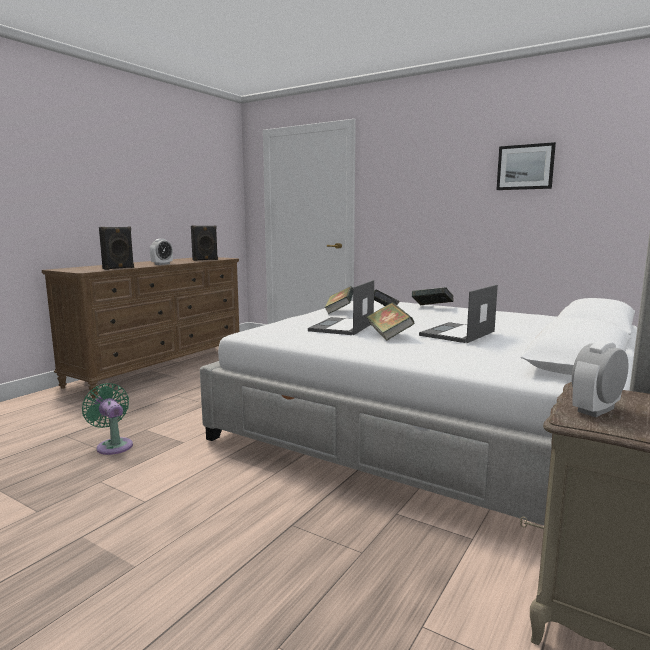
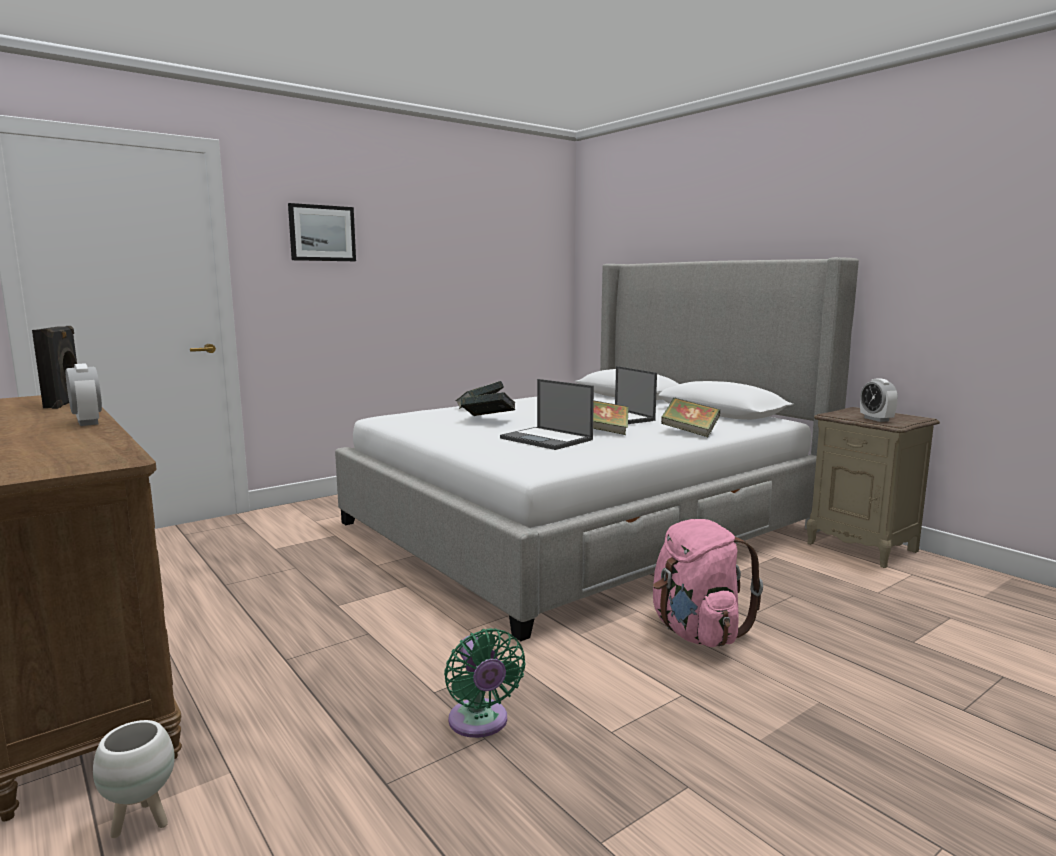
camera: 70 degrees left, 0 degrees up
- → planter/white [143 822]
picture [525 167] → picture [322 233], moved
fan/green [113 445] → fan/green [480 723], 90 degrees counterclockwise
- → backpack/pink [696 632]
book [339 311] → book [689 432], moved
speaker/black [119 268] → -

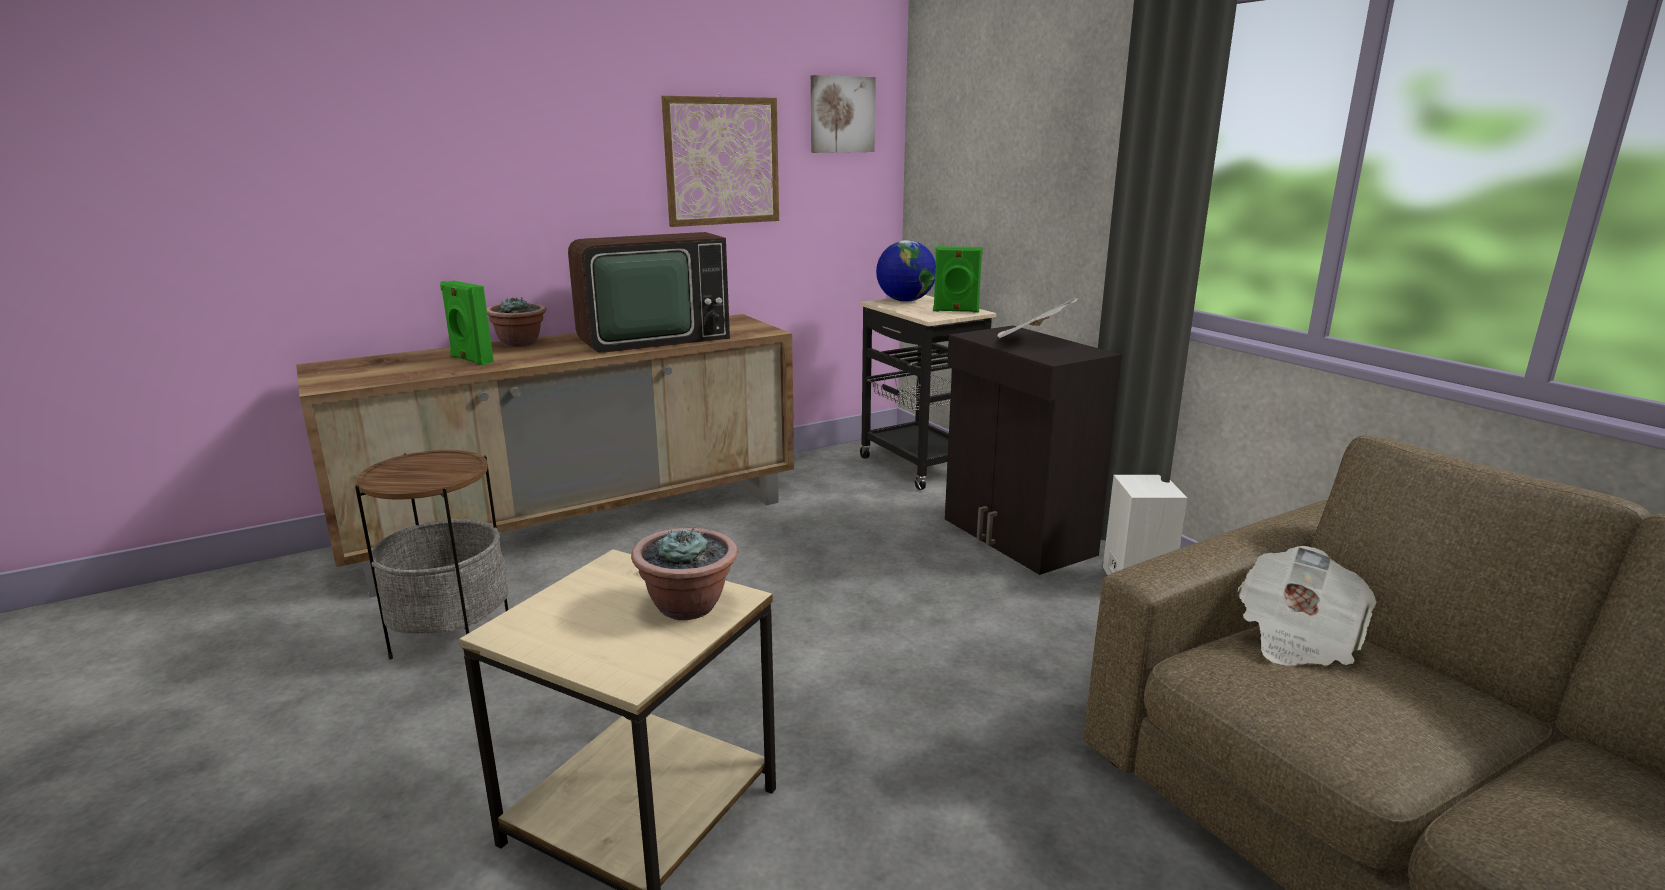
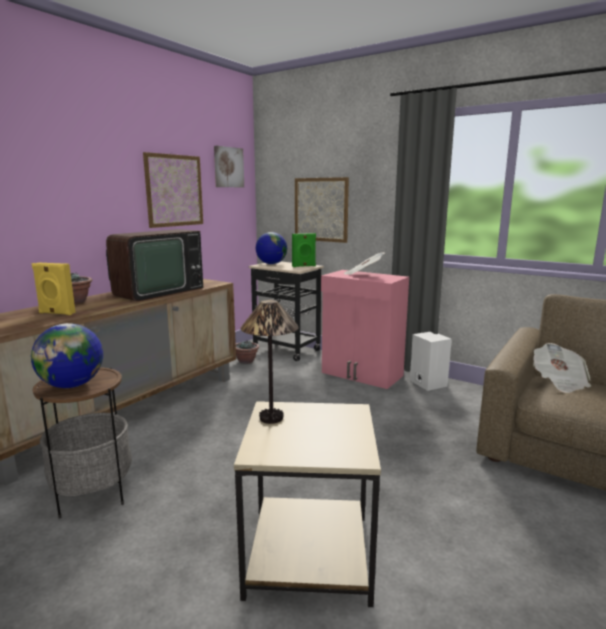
camera: 25 degrees left, 5 degrees down
- → globe [72 385]
speaker/green [470 360] → speaker/yellow [56 313]
potted plant [688 606] → potted plant [246 361], moved
- → table lamp [270 418]
- → picture [321 209]
cabinet/black [1017 537] → cabinet/pink [362 374]

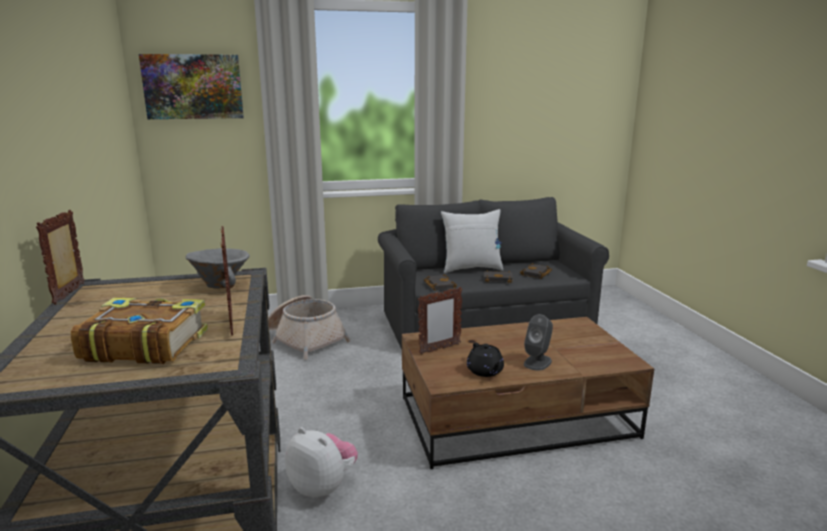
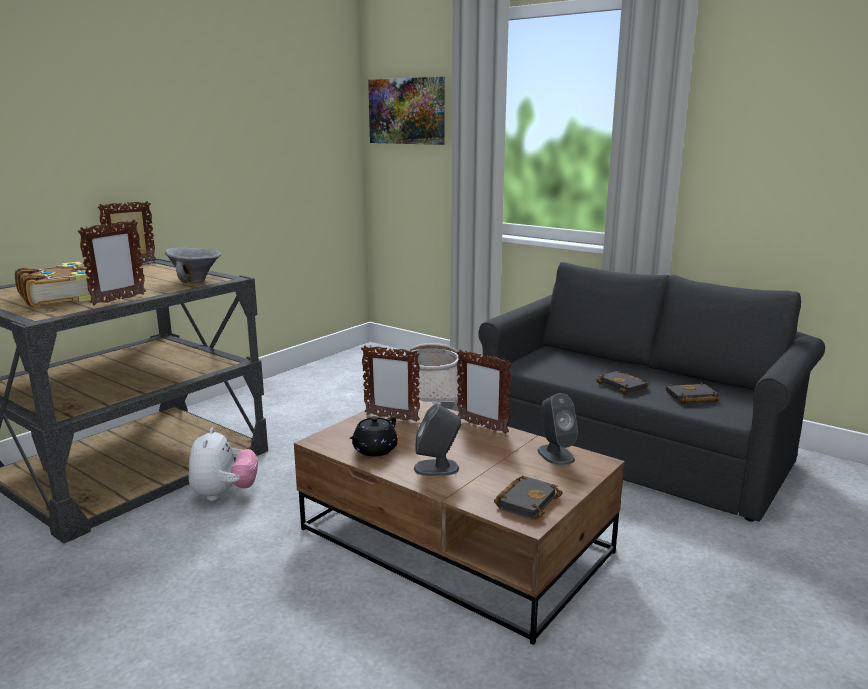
camera: 50 degrees right, 0 degrees up
- → picture frame [482 426]
book/black [438 285] → book/black [526 501], moved
- → speaker/grey [555 454]
pillow/grey [471 269] → -

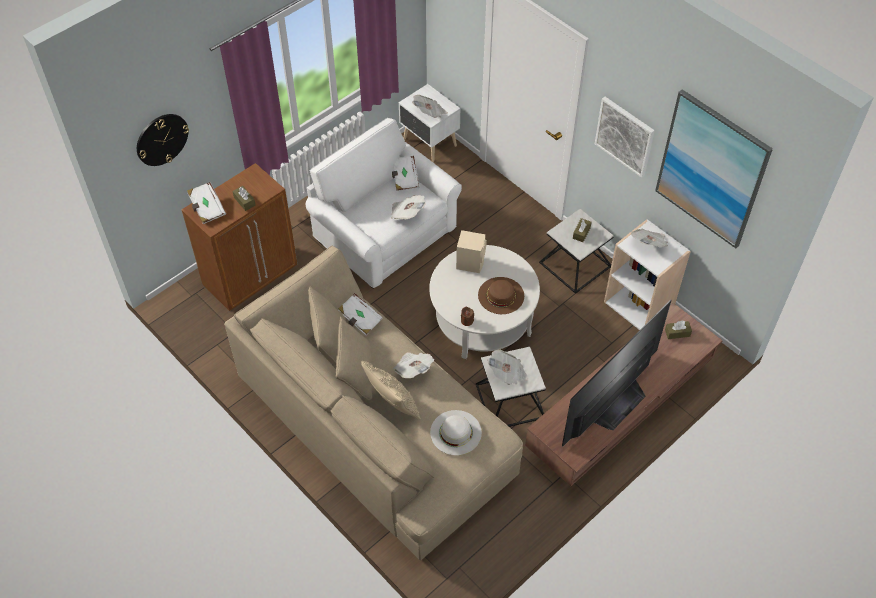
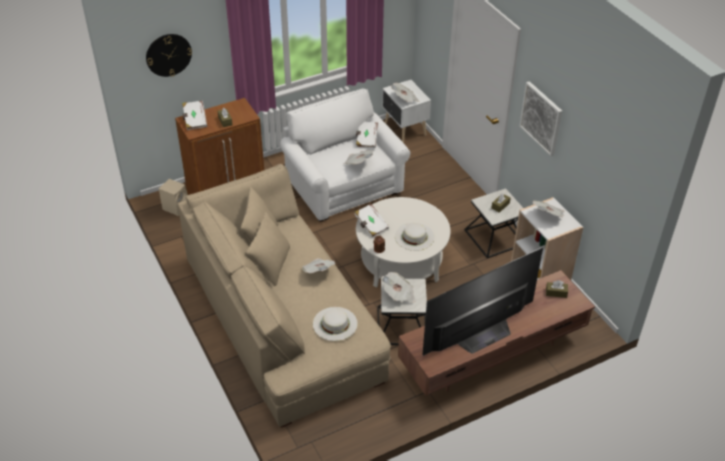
camera: 15 degrees right, 10 degrees down
speaker/beige [470 262] → speaker/beige [176 207], moved
book/white [360 319] → book/white [370 225], moved
hat/brown [501 295] → hat/white [414 236]
pillow/beige [393 405] → -
picture [711 169] → -

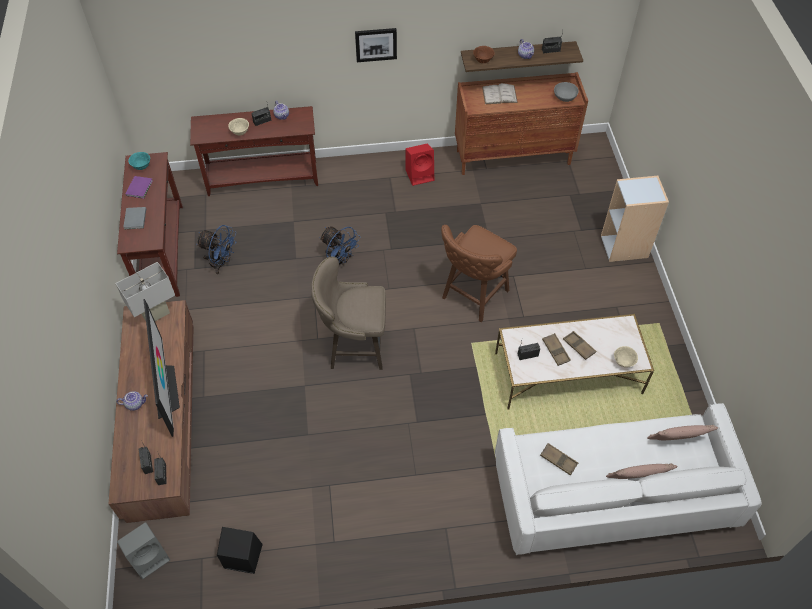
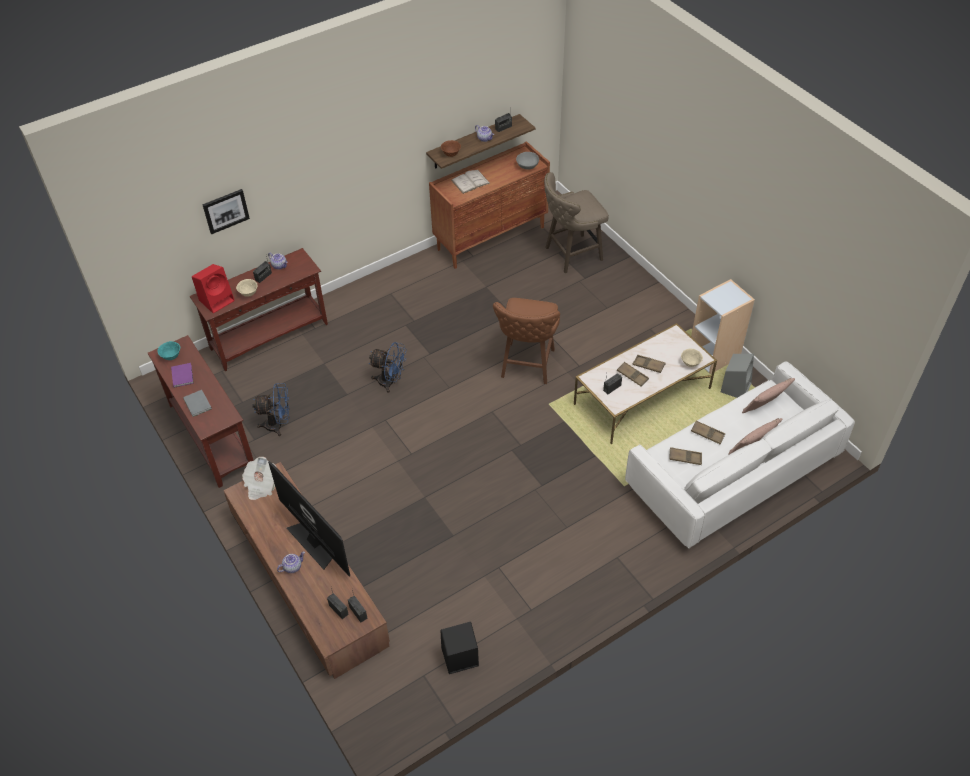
camera: 25 degrees left, 5 degrees down
speaker/red [420 175] → speaker/red [217 300], moved
picture [376 44] → picture [225 210], moved
table lamp/white [156 315] → newspaper [261 485]
stool/beige [354 347] → stool/beige [571 254], moved
bookcase [625 247] → bookcase [714 355], moved
- → tray/brown [707 434]
speaker/grey [150 556] → speaker/grey [735 387], moved

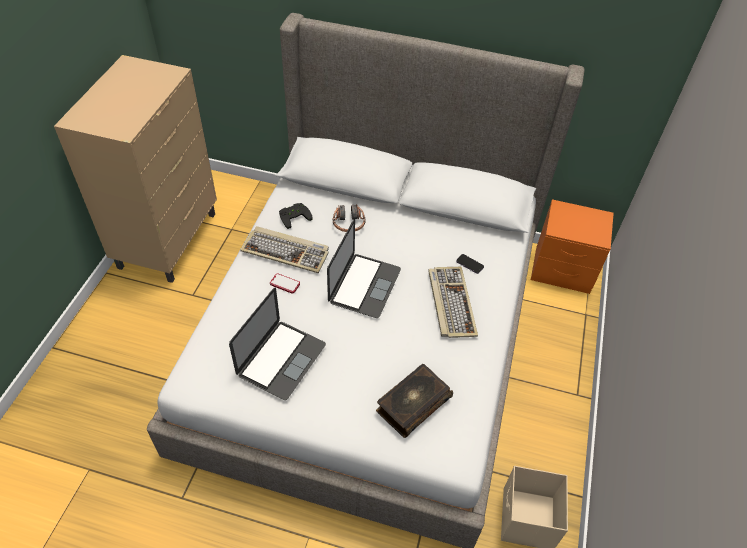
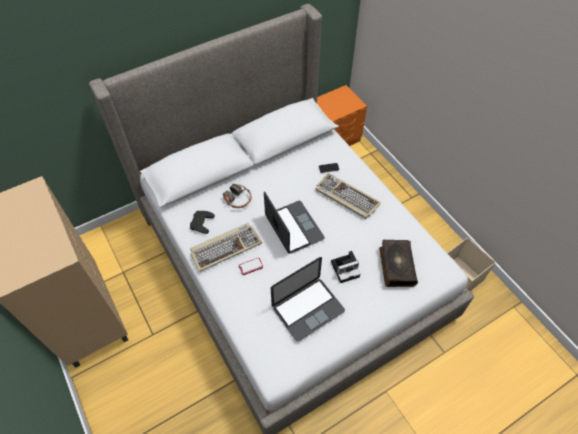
camera: 45 degrees left, 5 degrees up
laptop [281 359] → laptop [308 308], 75 degrees clockwise
- → photo camera [346 268]

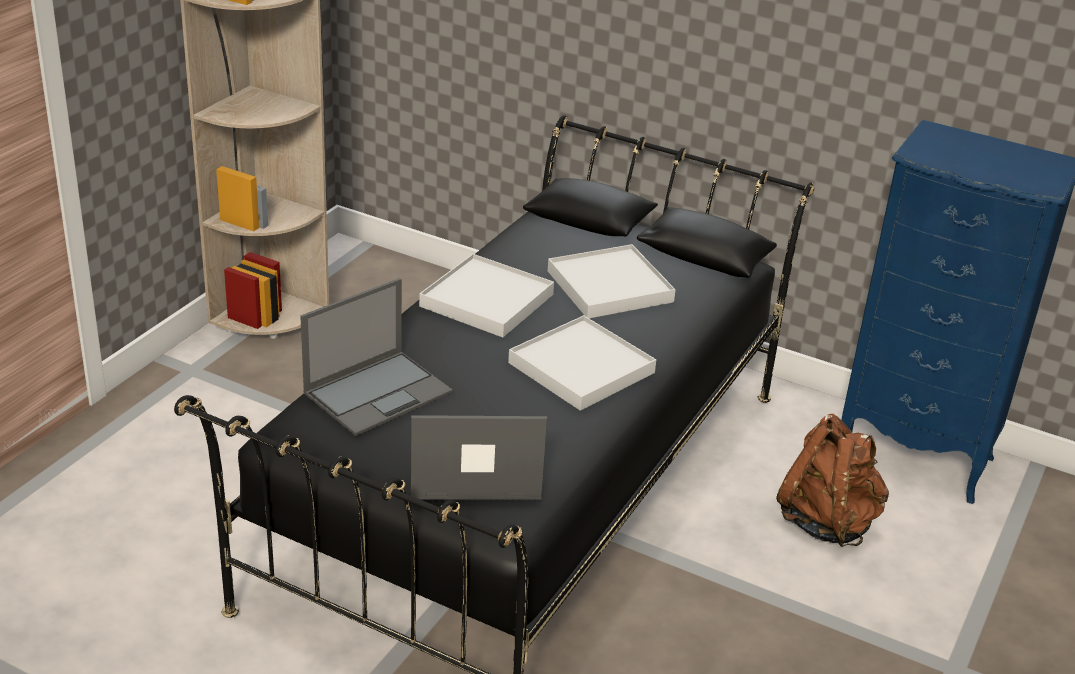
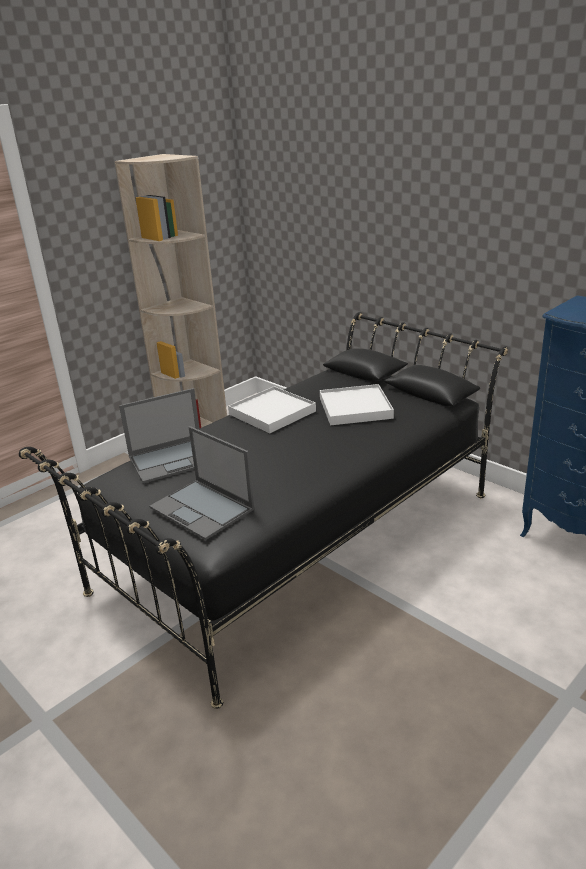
camera: 20 degrees right, 5 degrees down
laptop [473 470] → laptop [203 509], 150 degrees counterclockwise
tray/white [581 368] → -
backpack/brown [827 522] → -

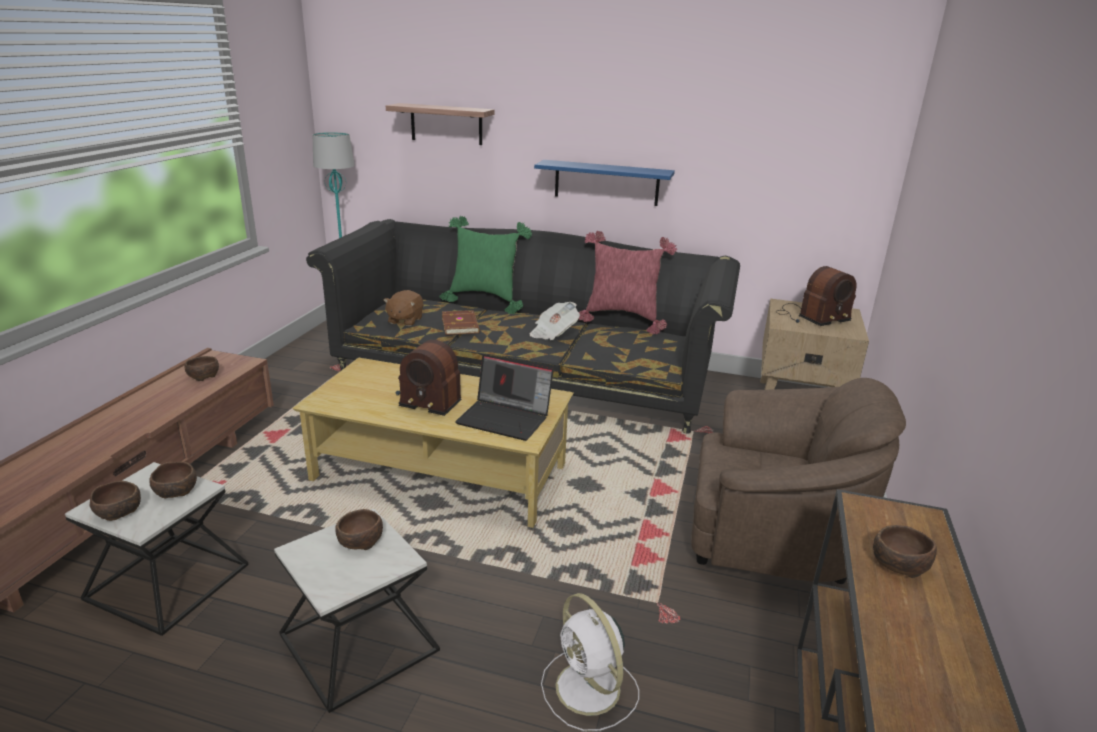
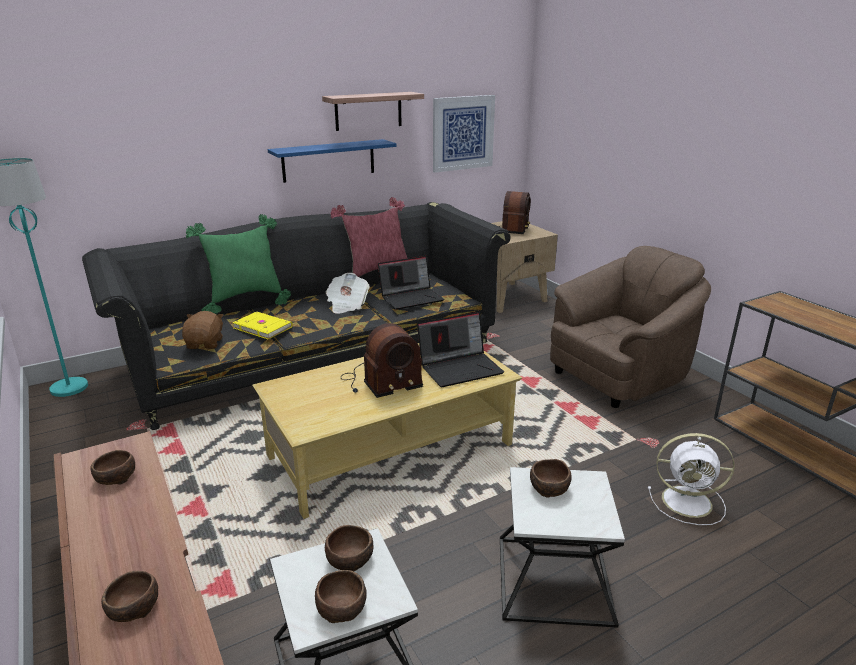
camera: 45 degrees left, 0 degrees up
bowl/brown [897 564] → bowl/brown [132 608], moved
plush toy/brown [405 320] → plush toy/brown [205 344], 150 degrees counterclockwise
book/brown [461 325] → book/yellow [263 327]
shelf [446 124] → shelf [368 111], moved
- → laptop [412 298]
- → picture [463 133]

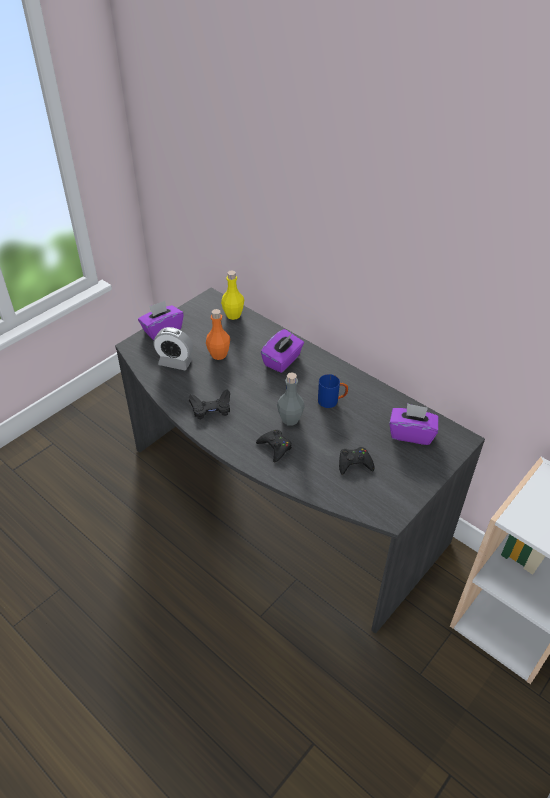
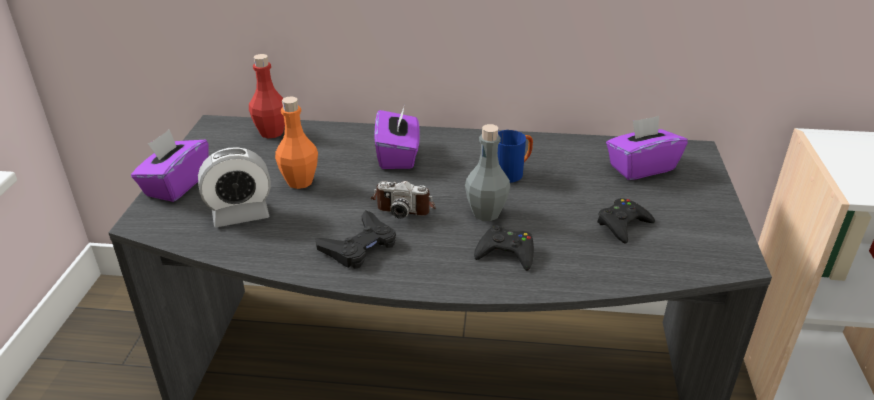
camera: 35 degrees left, 10 degrees down
bottle/yellow [233 315] → bottle/red [271 132]
- → photo camera [404 205]

